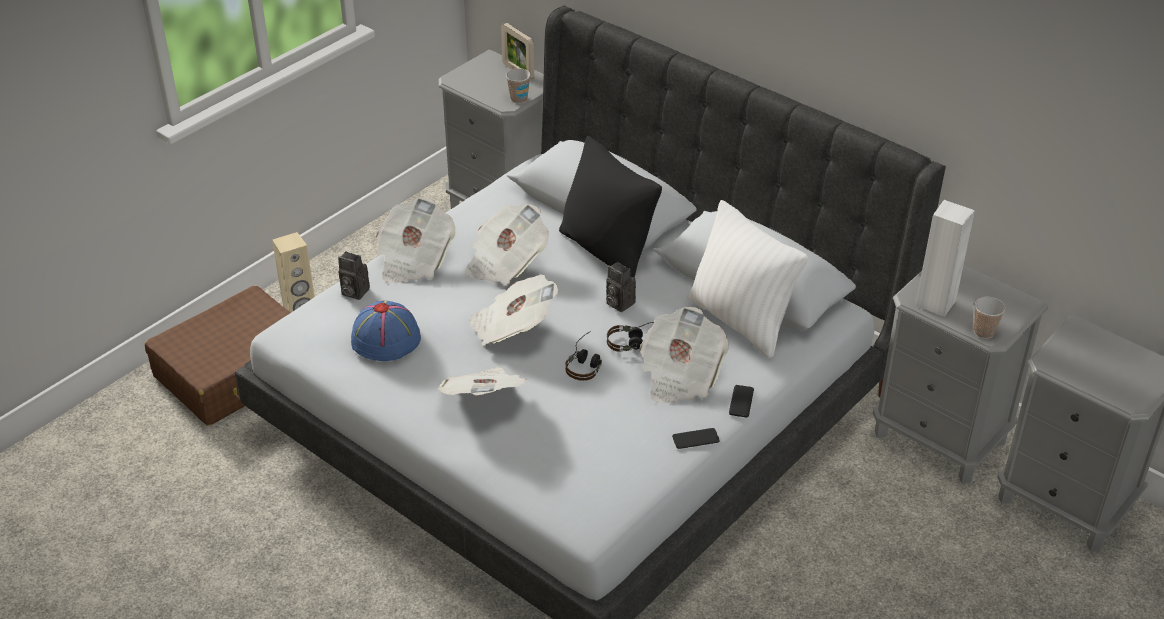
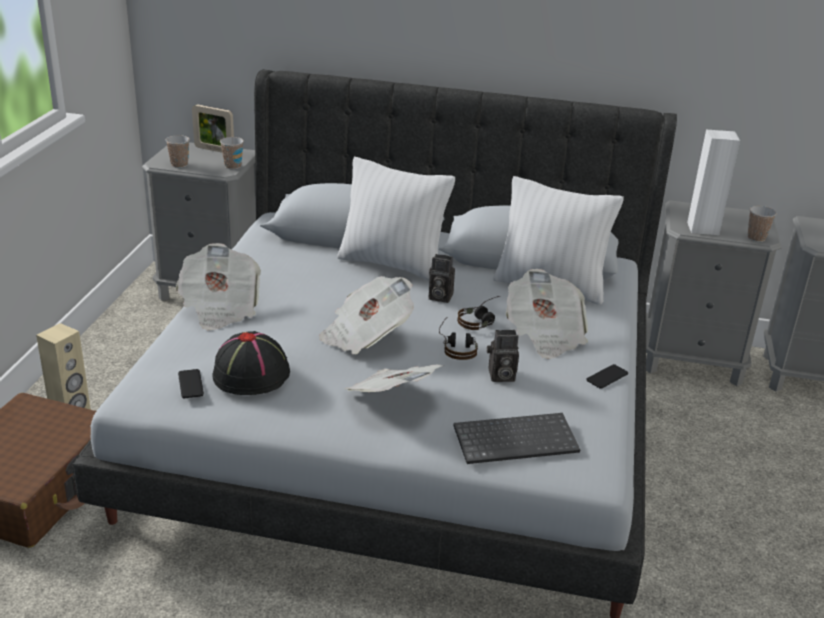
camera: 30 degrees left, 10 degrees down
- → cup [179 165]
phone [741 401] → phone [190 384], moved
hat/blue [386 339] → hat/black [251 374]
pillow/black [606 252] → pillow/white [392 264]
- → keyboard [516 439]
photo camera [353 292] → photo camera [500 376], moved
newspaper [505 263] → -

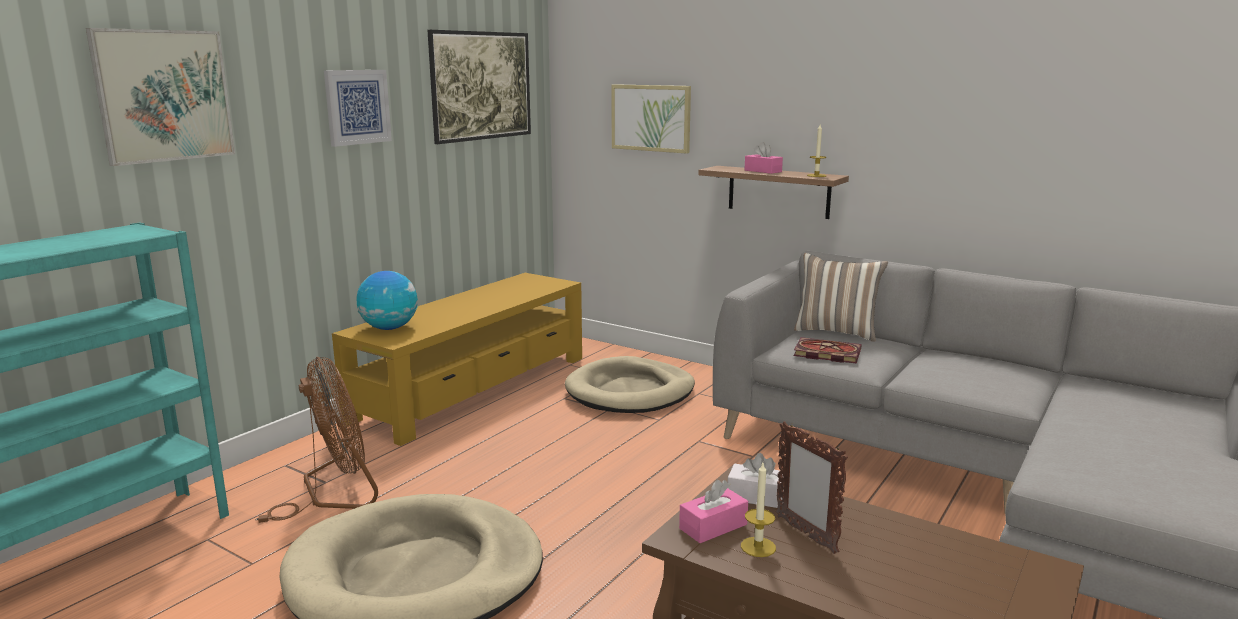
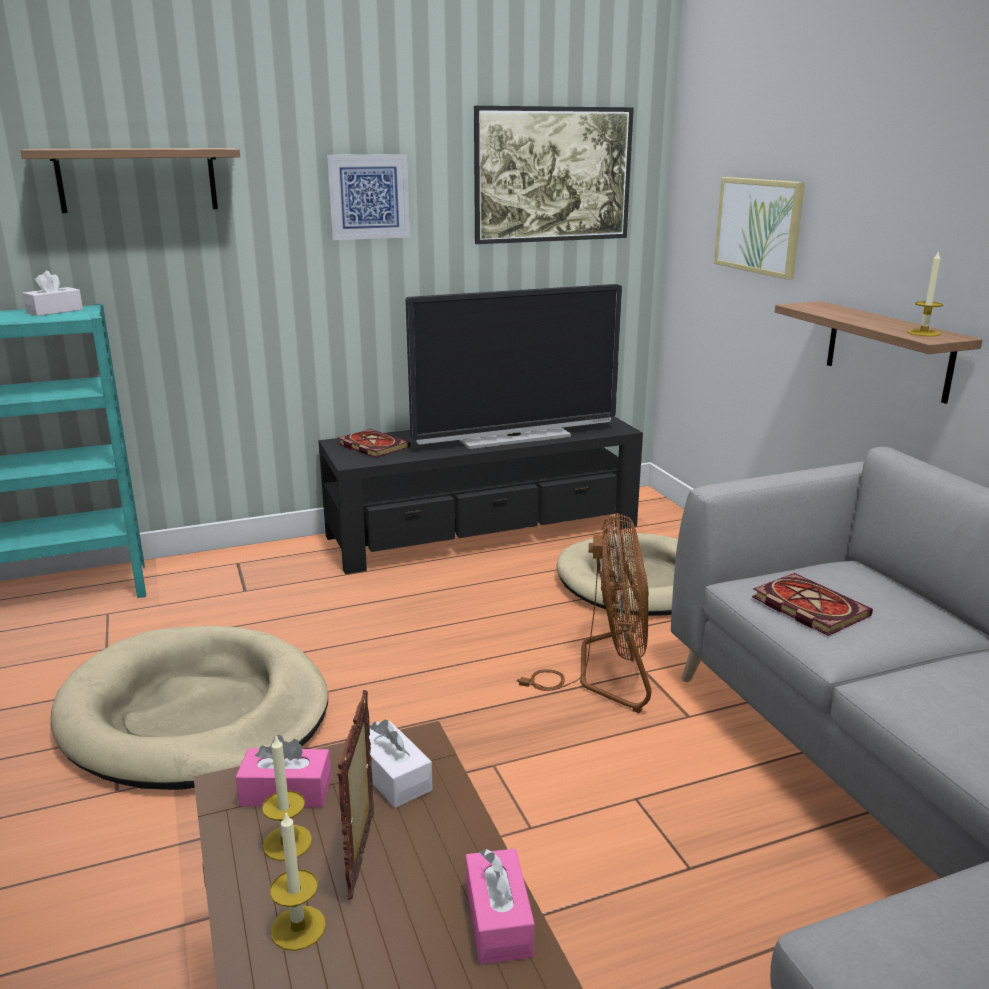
camera: 35 degrees right, 5 degrees up
picture [164 96] → shelf [137 180]
- → tissue box/white [55 311]
- → candle [298 928]
tv stand/yellow [474 388] → tv stand/black [483 531]
globe [389 328] → book [371 446]
- → television [514 437]
tissue box/pink [763 171] → tissue box/pink [498 920], moved
fan/brown [330 490] → fan/brown [604 670], moved
pillow [836 331] → -

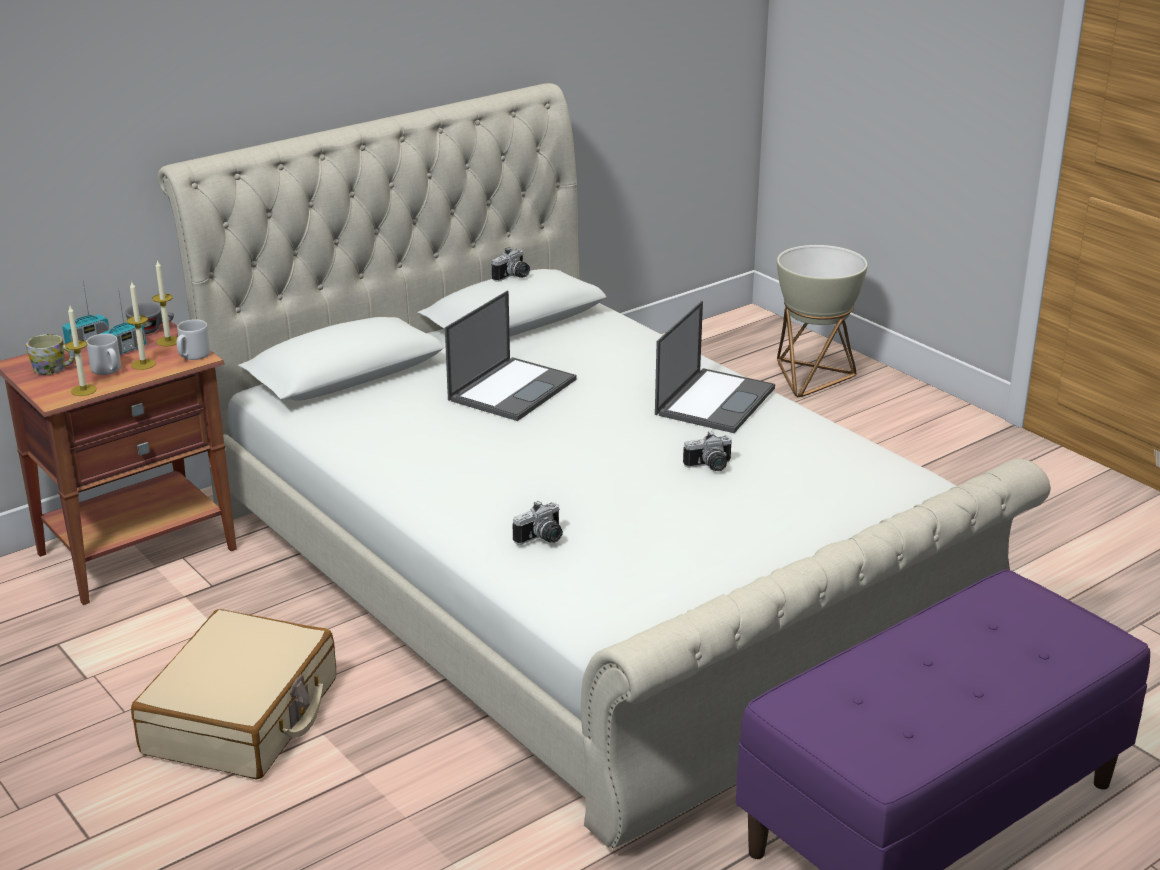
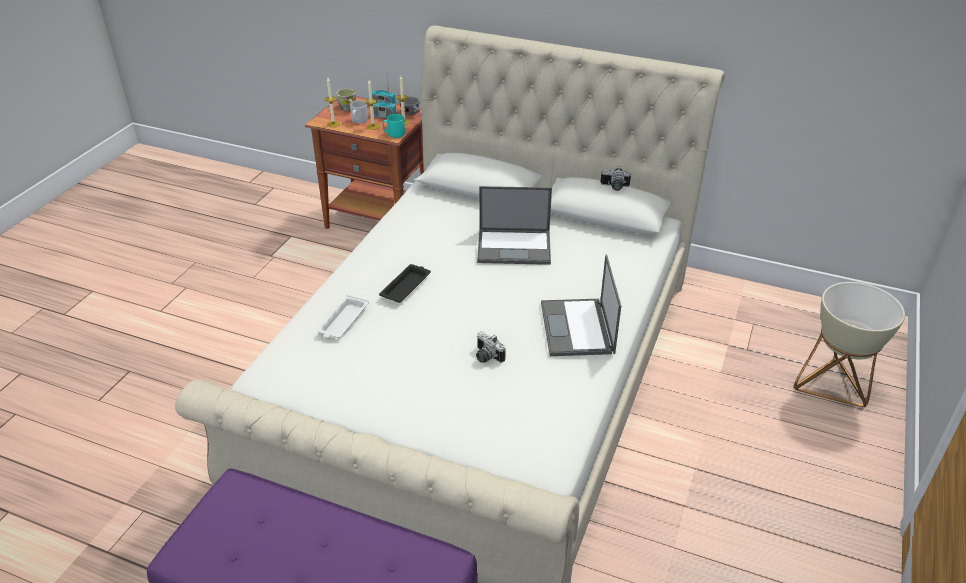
camera: 60 degrees right, 10 degrees up
photo camera [542 539] → tray/white [343 321]
- → tray/black [406 286]
mug/grey [192 355] → mug/turquoise [394 134]
laptop [715 400] → laptop [577 328], 90 degrees clockwise
suitcase/beige [242 717] → -

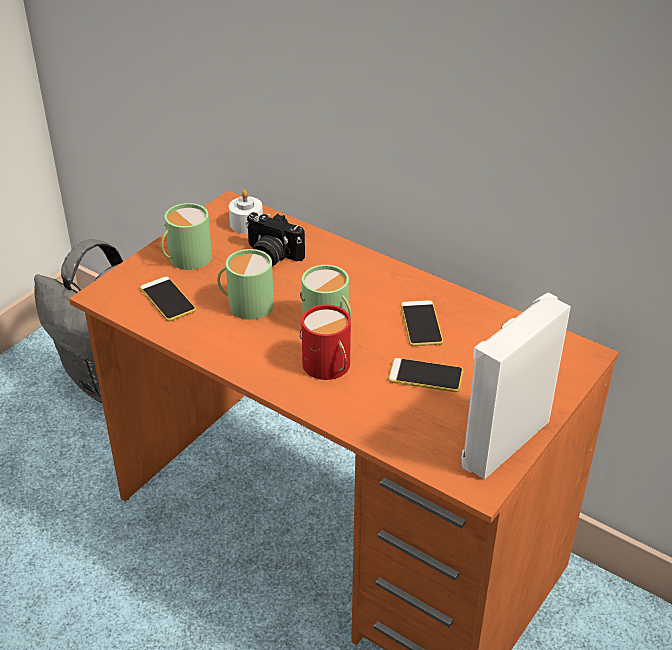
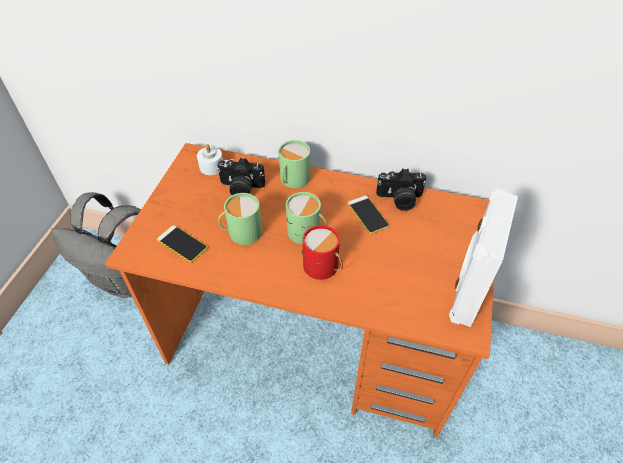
camera: 20 degrees left, 10 degrees up
mug/green [186 258] → mug/green [292 179], moved
- → photo camera [399 199]
phone [425 376] → -

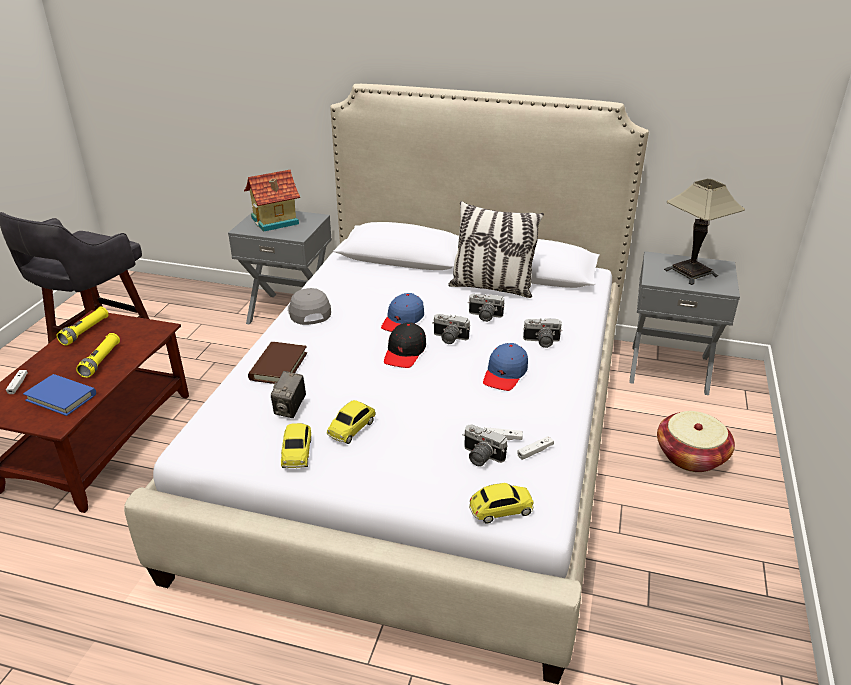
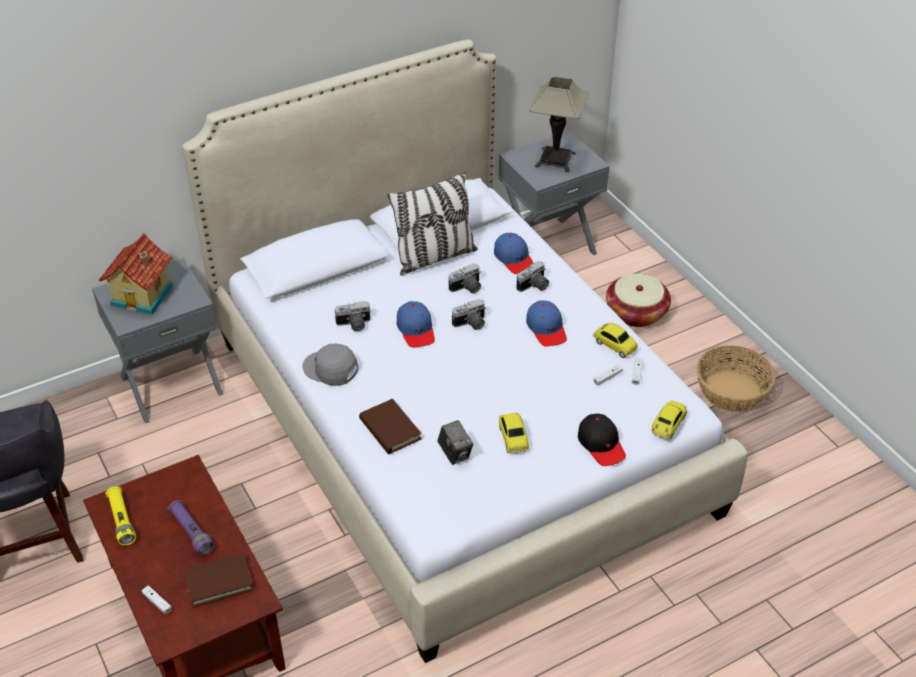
camera: 45 degrees left, 10 degrees up
flashlight/yellow [101 361] → flashlight/purple [192 532]
book/blue [61 397] → book/brown [219 582]
photo camera [480 457] → photo camera [354 325], moved
- → cap/blue [514 258]
cap/black [405 352] → cap/black [601 444], moved
toy car [297 452] → toy car [614 345], moved
- → basket [731 391]

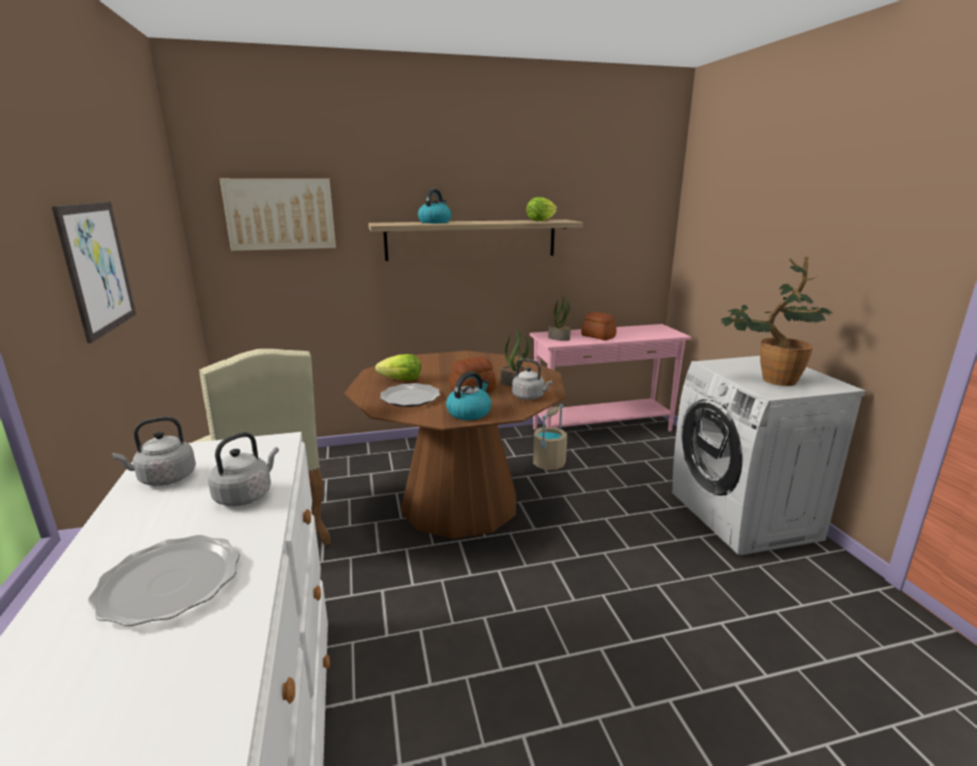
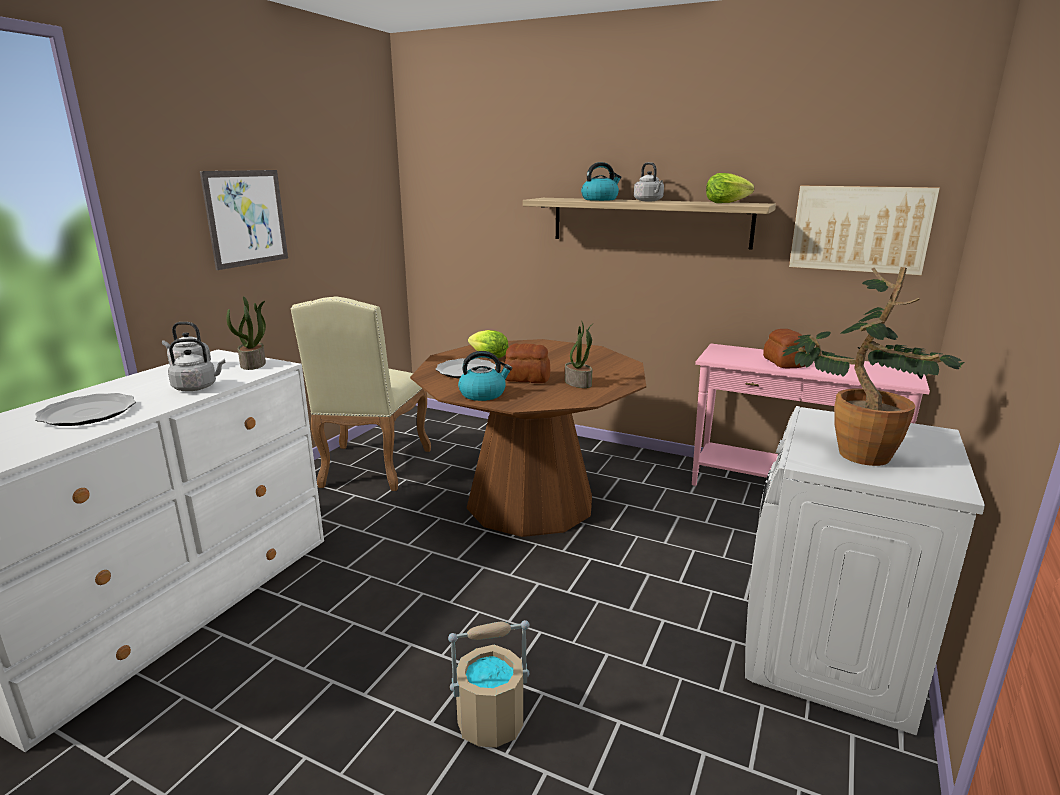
camera: 40 degrees right, 0 degrees up
potted plant [559 338] → potted plant [253 364], moved
bucket/beige [548 463] → bucket/beige [490 722], moved
kettle/grey [530 397] → kettle/grey [649 201], moved
picture [280 214] → picture [859 229], moved

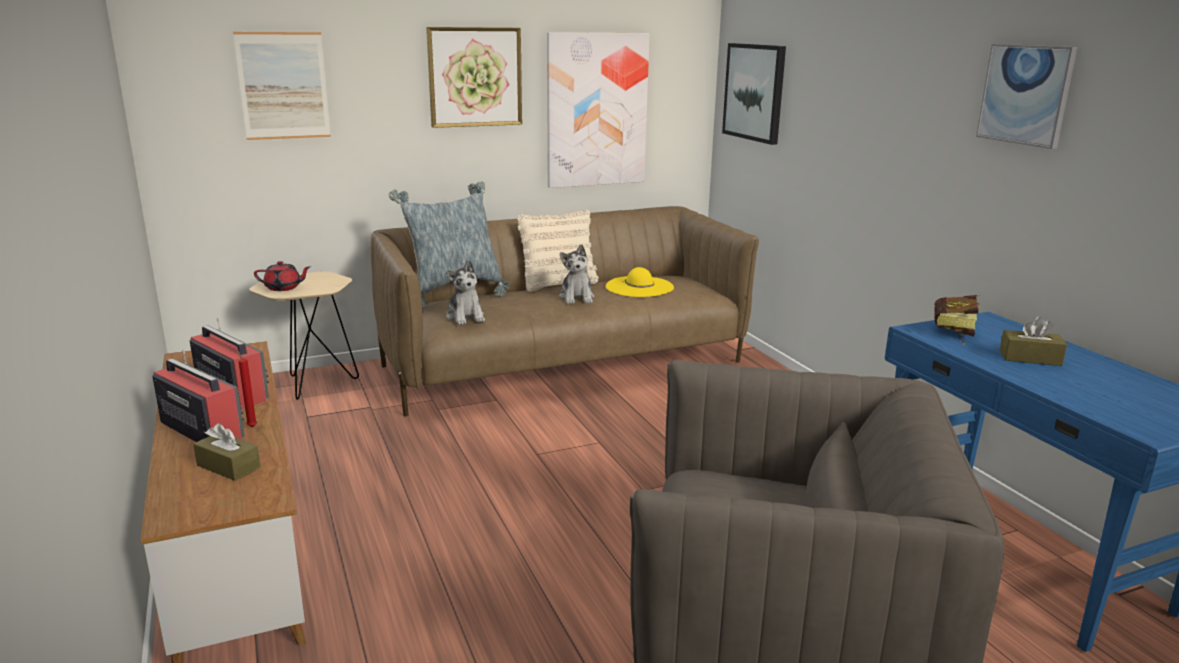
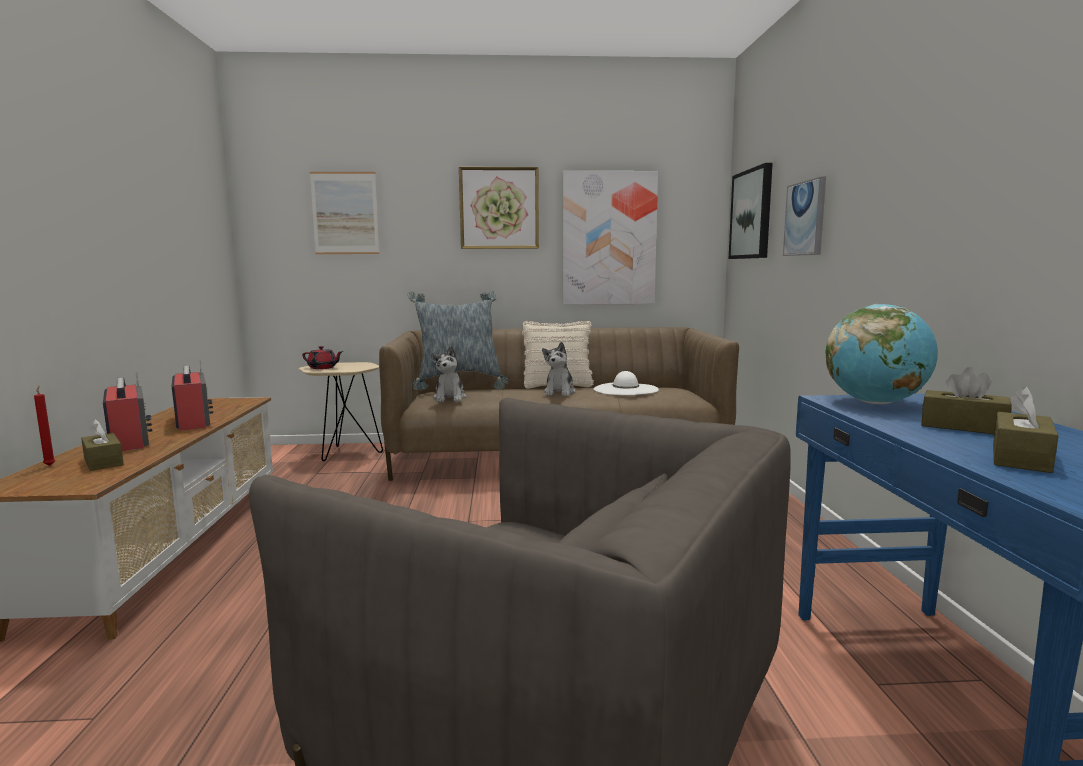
camera: 20 degrees right, 10 degrees down
candle/red [251 426] → candle/red [50 465], moved
hat/yellow [639 287] → hat/white [625 389]
picture [1025 94] → picture [805 218], moved
book [953 332] → globe [875 403]
- → tissue box/brown [1020 458]

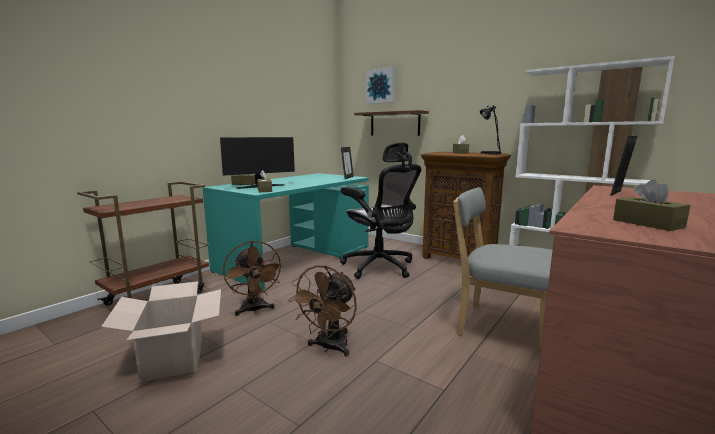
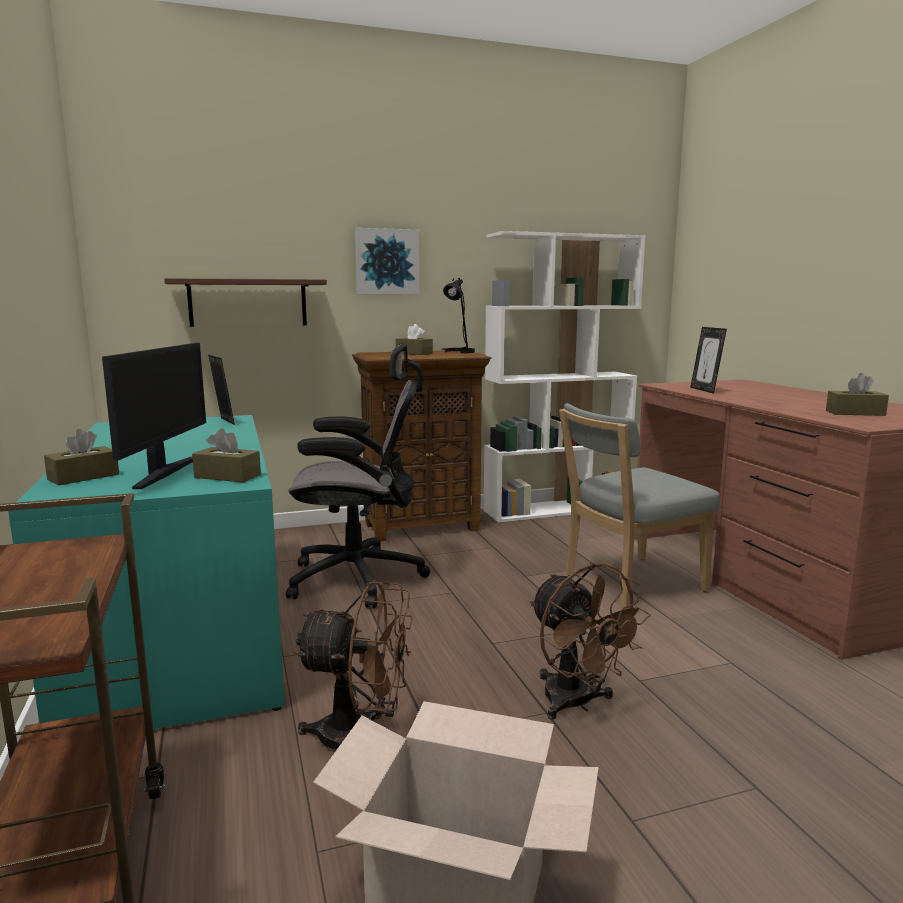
camera: 55 degrees left, 0 degrees up
picture [381 86] → picture [386 262], moved

